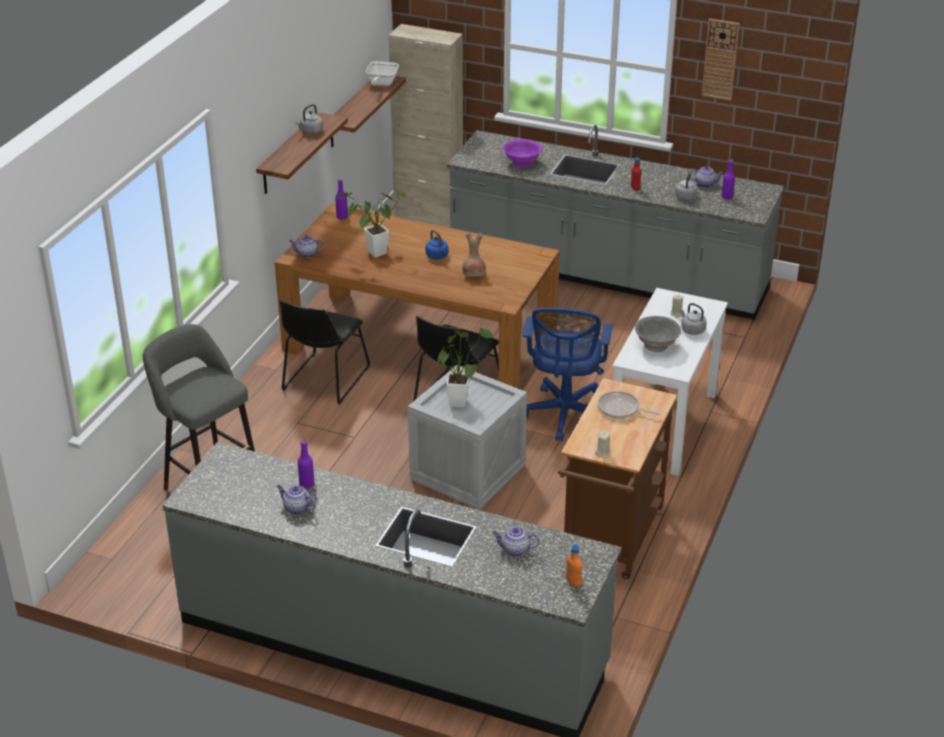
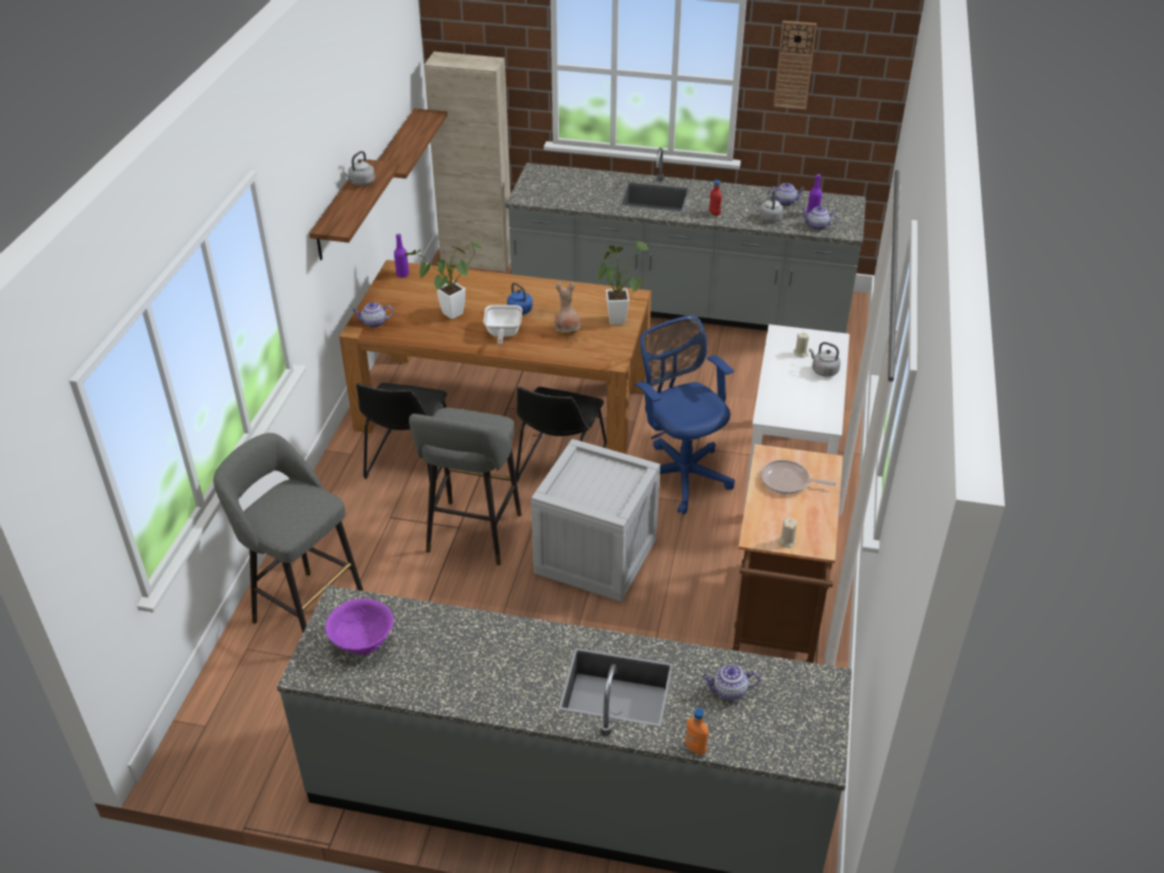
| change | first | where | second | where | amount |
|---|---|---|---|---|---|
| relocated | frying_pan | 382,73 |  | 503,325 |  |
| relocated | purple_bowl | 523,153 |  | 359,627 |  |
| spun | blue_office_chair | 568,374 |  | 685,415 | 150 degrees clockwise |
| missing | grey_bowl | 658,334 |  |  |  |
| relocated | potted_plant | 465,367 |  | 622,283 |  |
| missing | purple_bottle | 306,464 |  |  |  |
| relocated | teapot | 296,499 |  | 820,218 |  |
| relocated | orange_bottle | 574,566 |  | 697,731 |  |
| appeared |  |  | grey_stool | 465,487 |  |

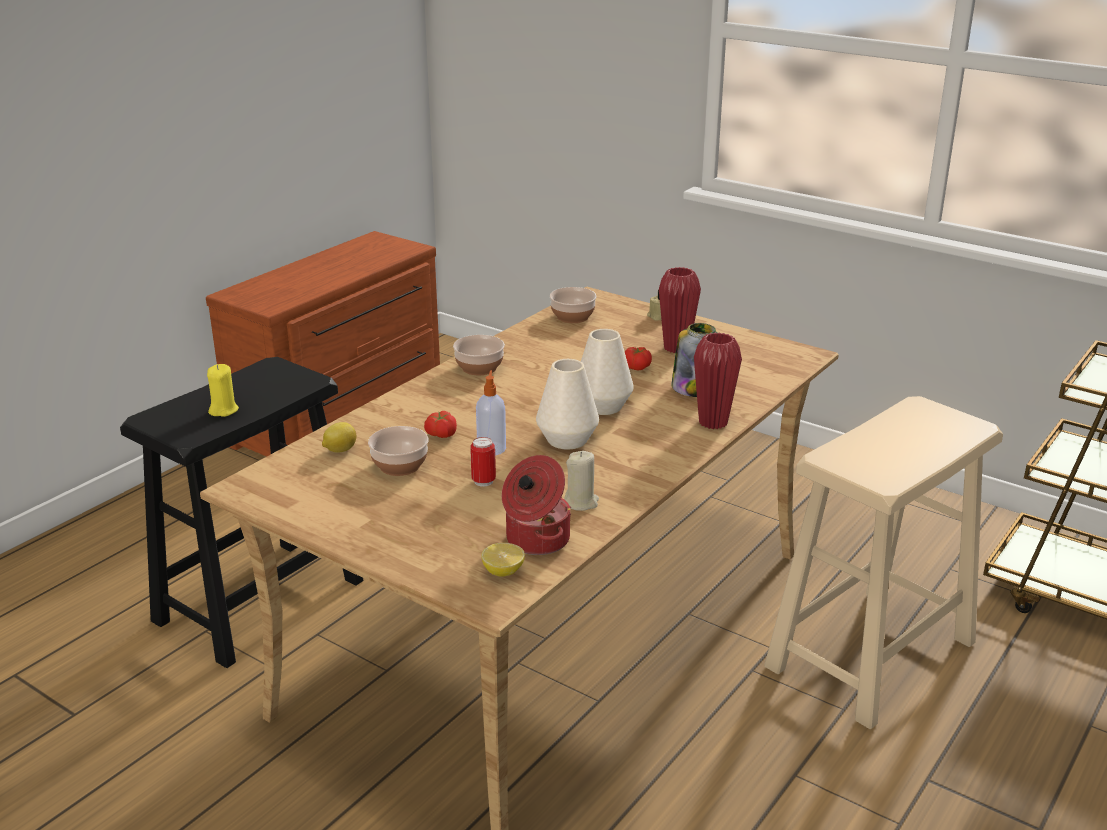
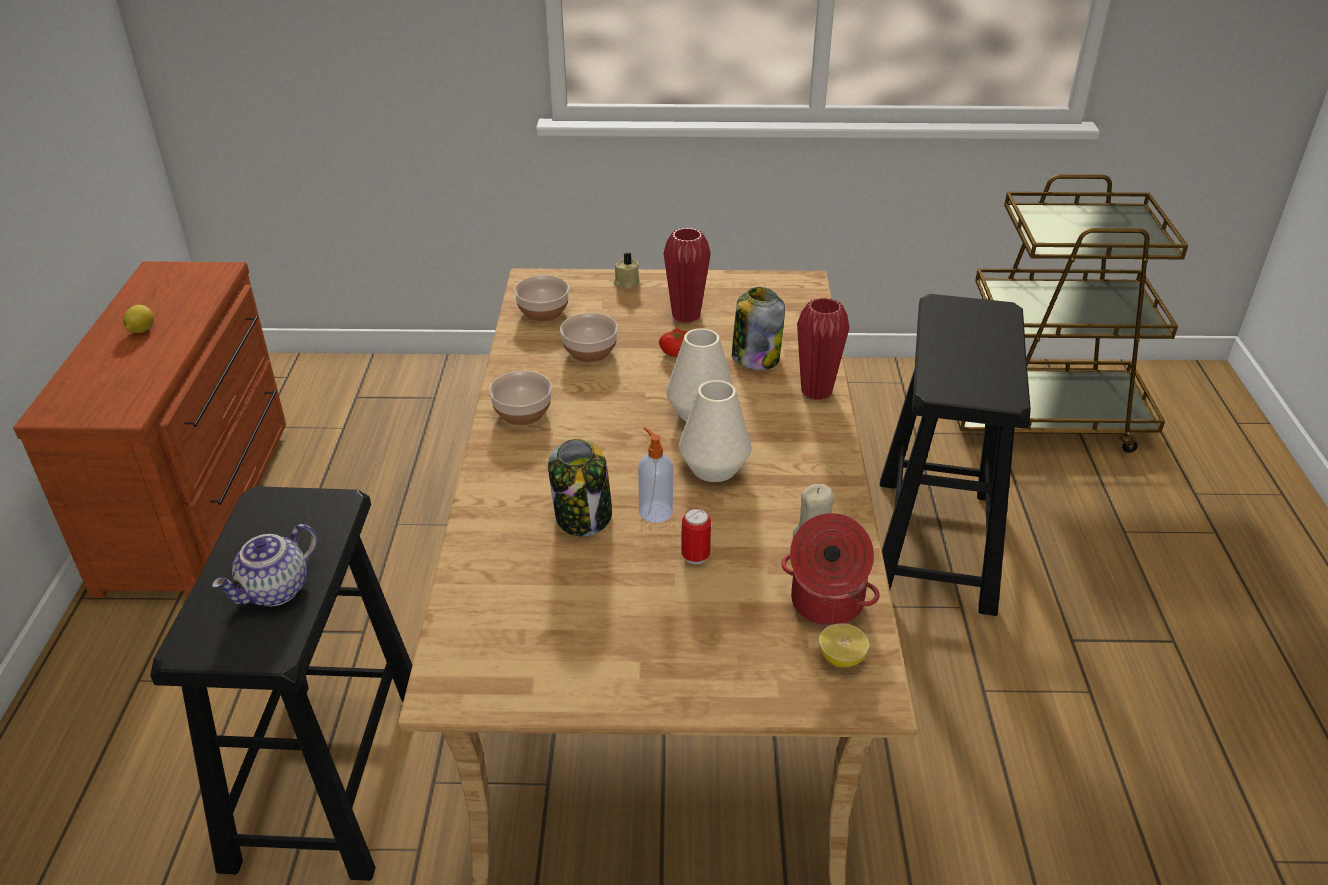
| change | first | where | second | where | amount |
|---|---|---|---|---|---|
| exchanged | yellow_candle | 223,390 | teapot | 264,565 |  |
| colour | beige_stool | 883,562 | black_stool | 955,455 |  |
| exchanged | tomato | 440,424 | jar | 580,487 |  |
| relocated | lemon | 339,437 |  | 138,319 |  |
| relocated | bowl | 398,451 |  | 589,337 |  |

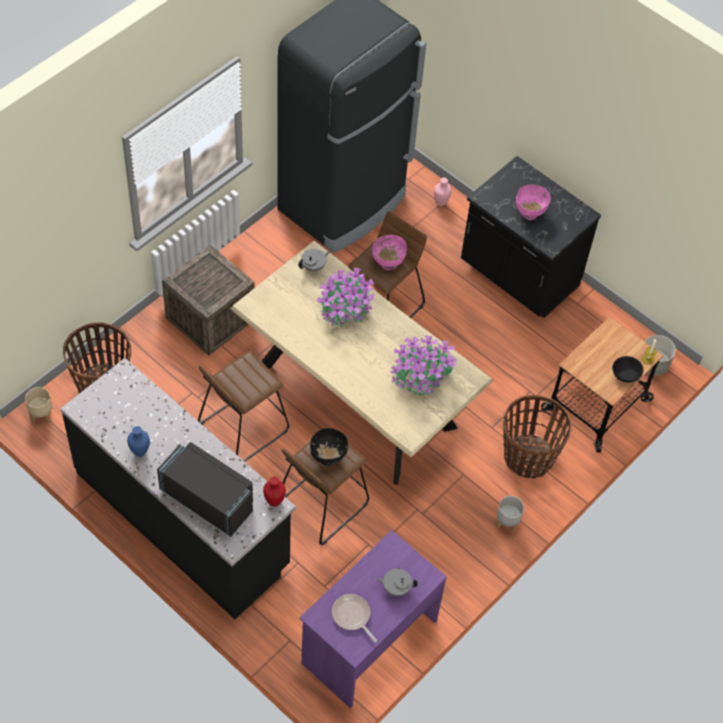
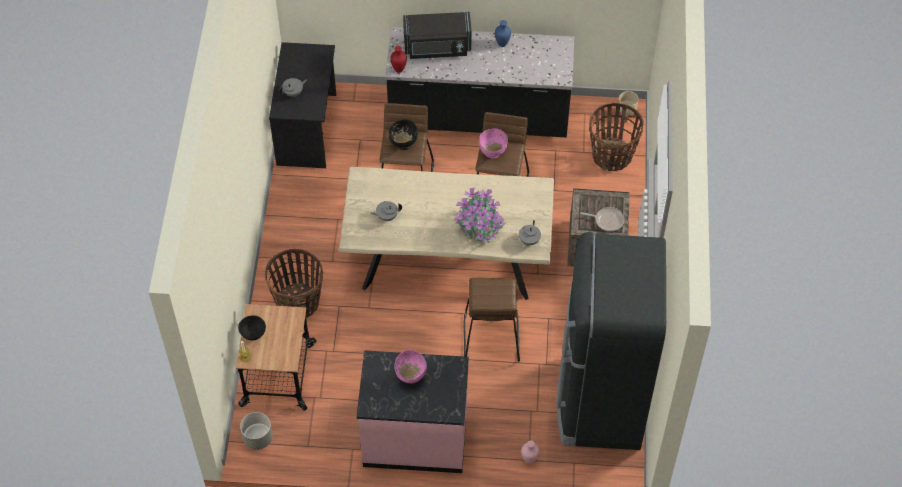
| change | first | where | second | where | amount |
|---|---|---|---|---|---|
| colour | black_counter | 531,237 | pink_counter | 413,411 |  |
| relocated | pink_bowl | 389,252 |  | 493,143 |  |
| exchanged | potted_plant | 423,365 | grey_teapot | 386,211 |  |
| missing | grey_planter | 510,514 |  |  |  |
| colour | purple_desk | 373,619 | black_desk | 302,105 |  |
| relocated | frying_pan | 354,618 |  | 602,219 |  |

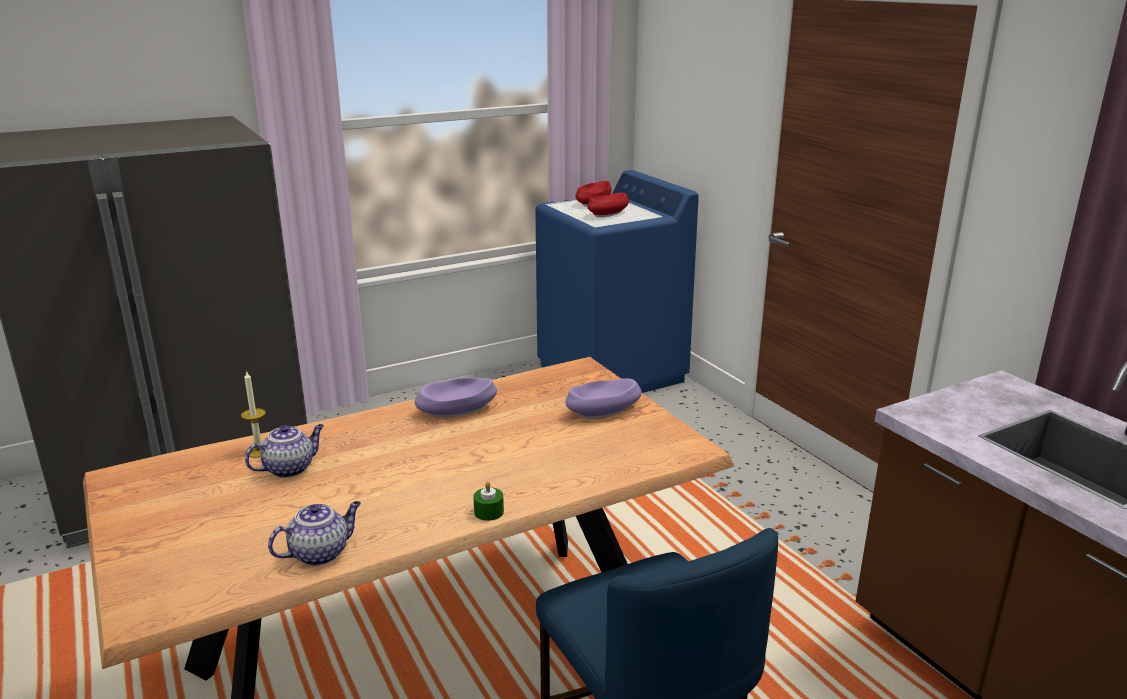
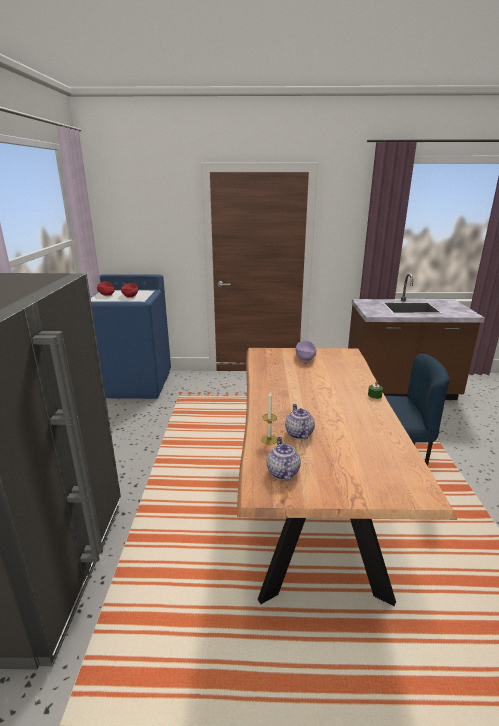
| change | first | where | second | where | amount |
|---|---|---|---|---|---|
| missing | purple_bowl | 456,397 |  |  |  |
| relocated | teapot | 314,533 |  | 284,459 |  |

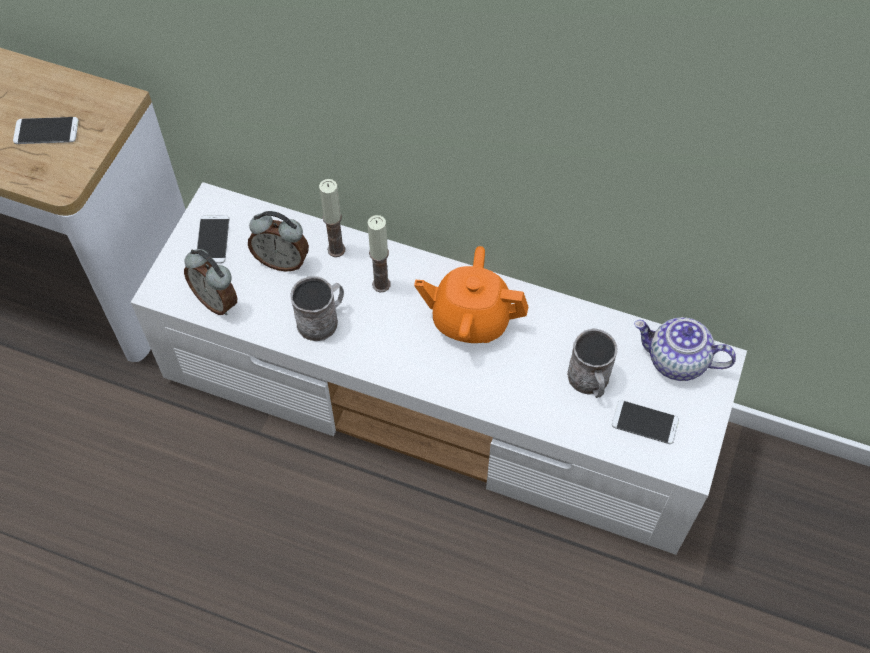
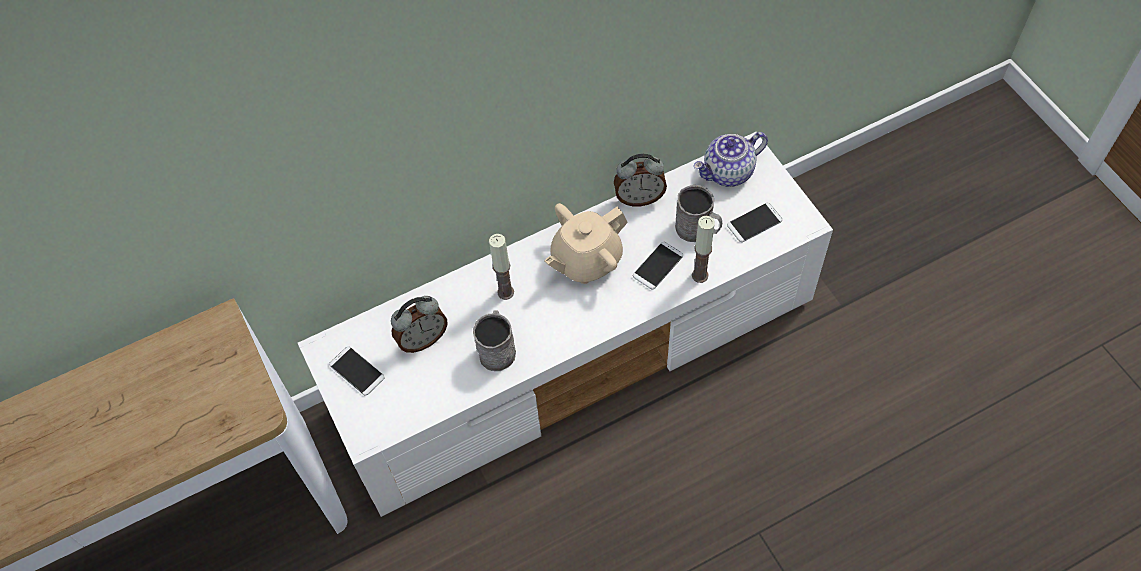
| change | first | where | second | where | amount |
|---|---|---|---|---|---|
| relocated | phone | 46,130 |  | 658,266 |  |
| relocated | candle | 332,218 |  | 703,249 |  |
| colour | orange_teapot | 471,294 | beige_teapot | 586,243 |  |
| relocated | alarm_clock | 210,282 |  | 640,180 |  |

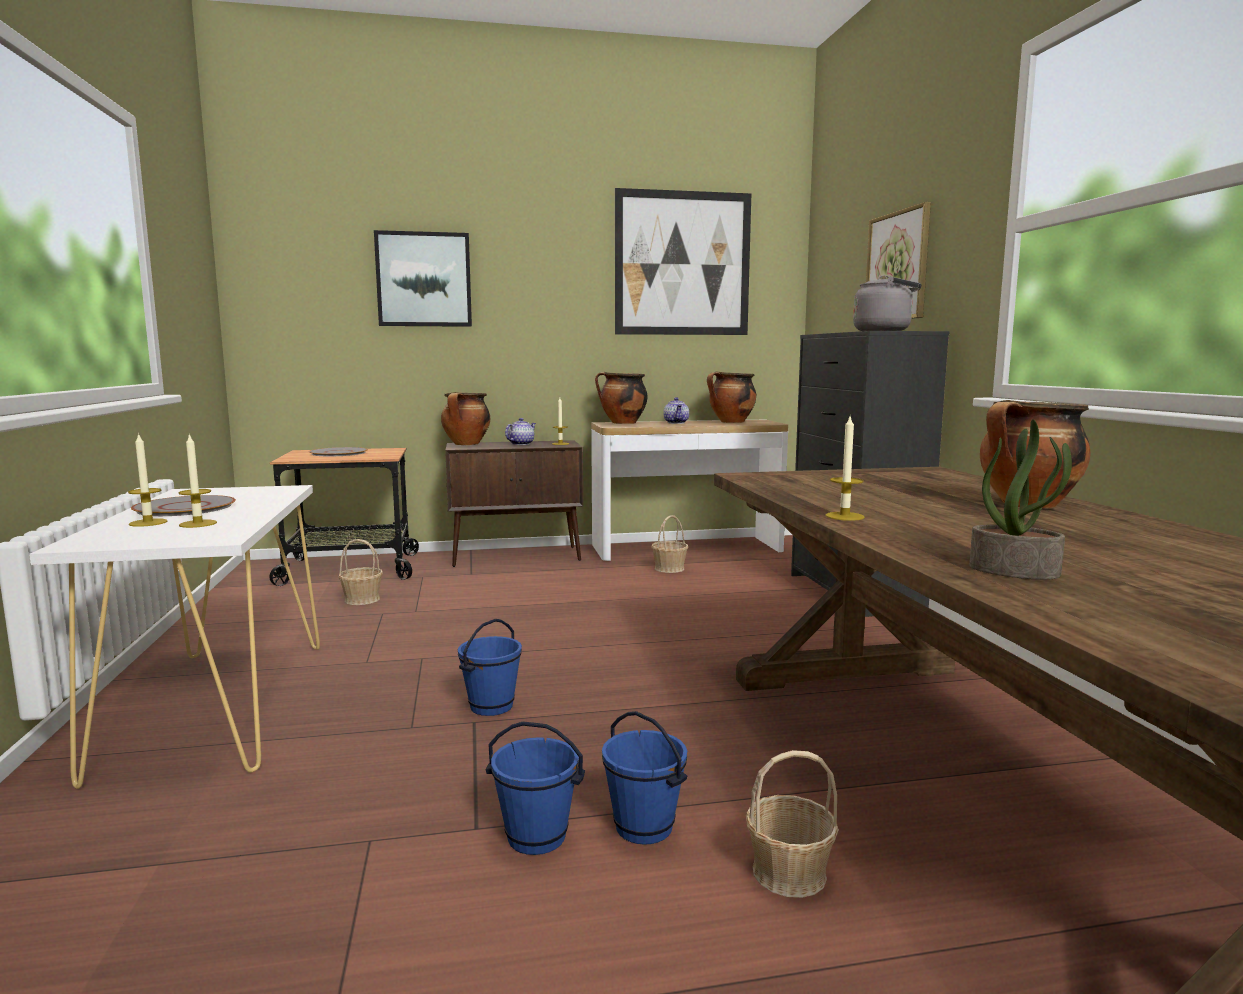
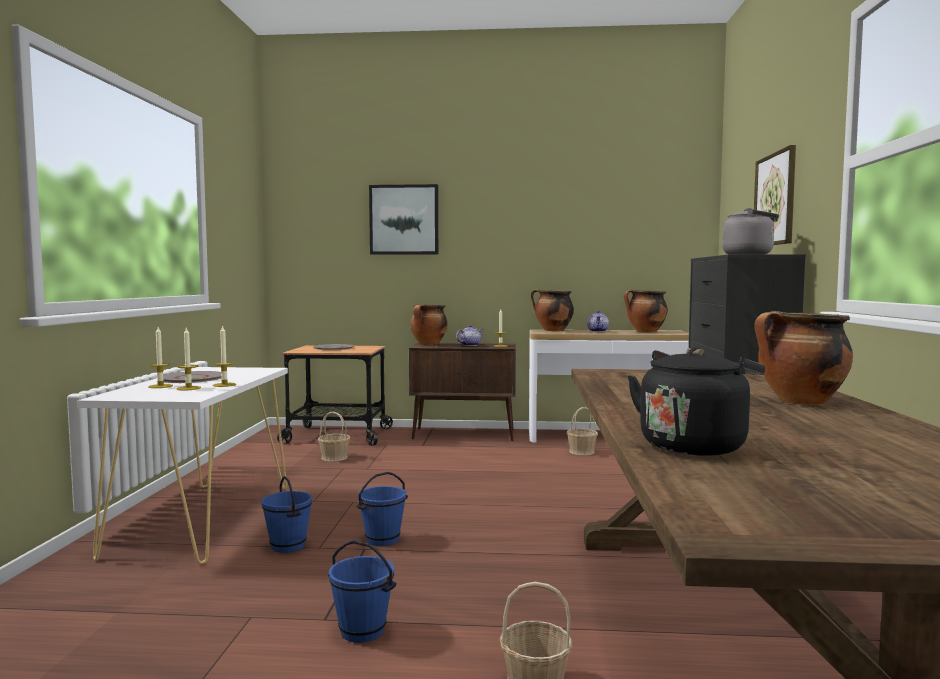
| change | first | where | second | where | amount |
|---|---|---|---|---|---|
| missing | picture | 683,261 |  |  |  |
| relocated | candle | 845,469 |  | 224,356 |  |
| exchanged | potted_plant | 1020,499 | black_kettle | 696,401 |  |
| relocated | blue_bucket | 644,778 |  | 286,514 |  |

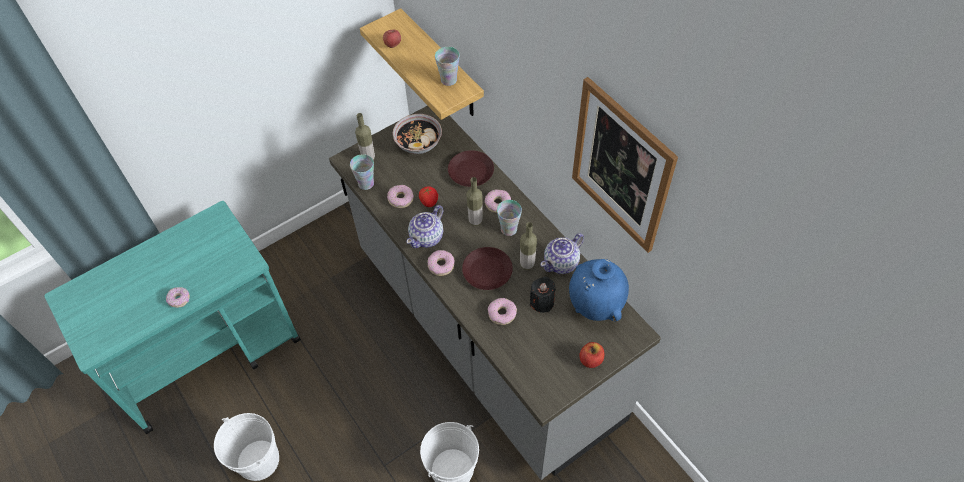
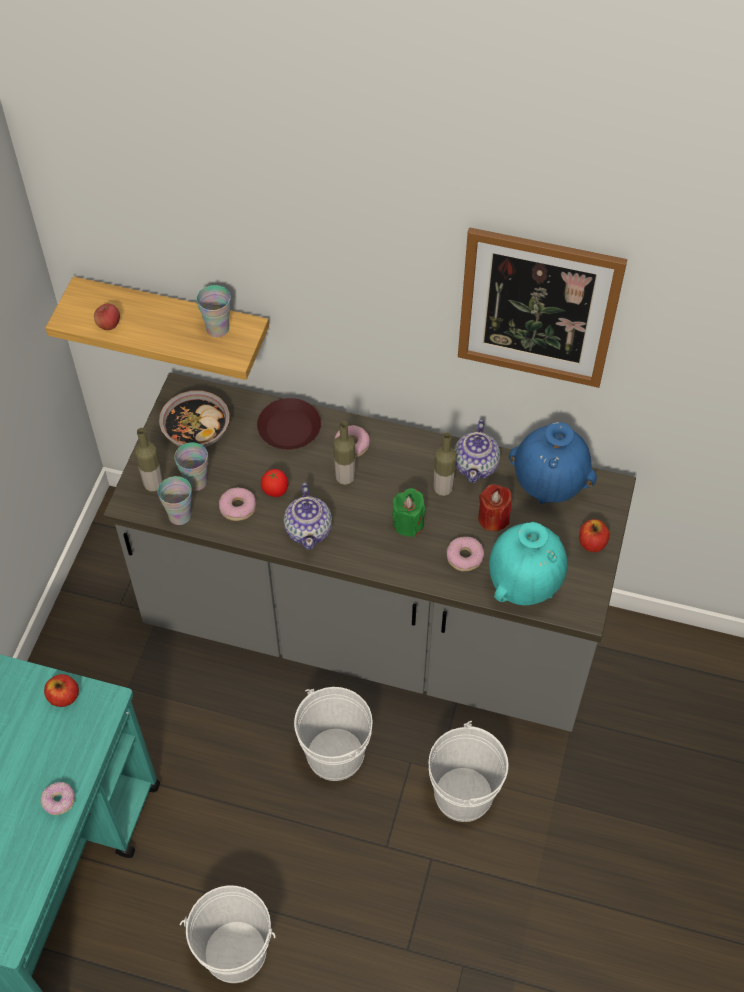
| change | first | where | second | where | amount |
|---|---|---|---|---|---|
| relocated | cup | 509,218 |  | 191,466 |  |
| exchanged | brown_plate | 487,268 | green_candle | 408,512 |  |
| missing | donut | 441,263 |  |  |  |
| colour | black_candle | 543,295 | red_candle | 495,507 |  |
| appeared |  |  | turquoise_vase | 528,563 |  |
| appeared |  |  | apple | 61,690 |  |
| appeared |  |  | white_bucket | 333,734 |  |

